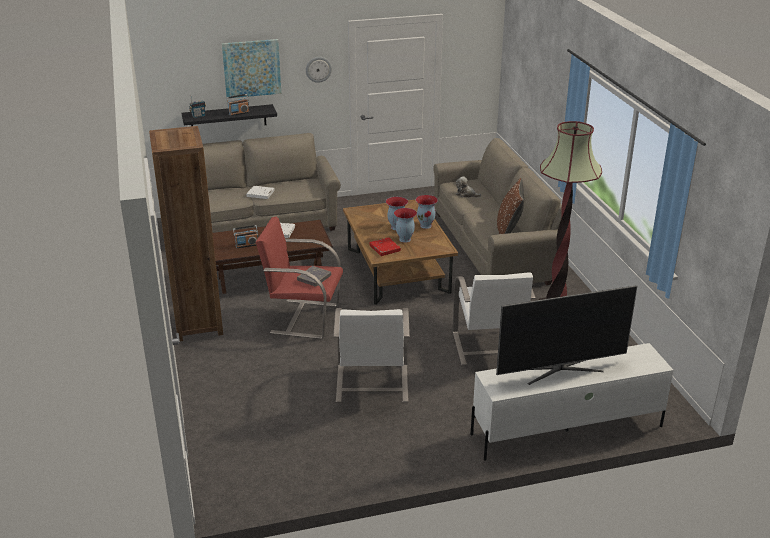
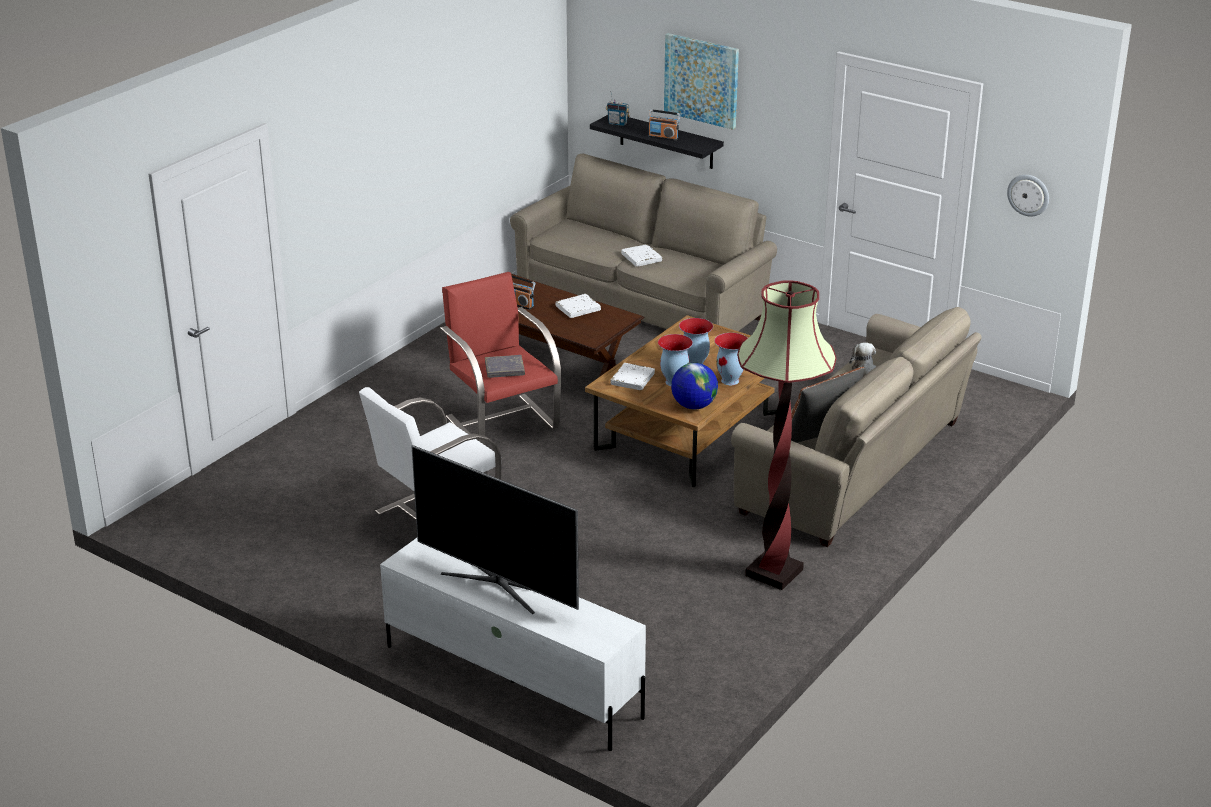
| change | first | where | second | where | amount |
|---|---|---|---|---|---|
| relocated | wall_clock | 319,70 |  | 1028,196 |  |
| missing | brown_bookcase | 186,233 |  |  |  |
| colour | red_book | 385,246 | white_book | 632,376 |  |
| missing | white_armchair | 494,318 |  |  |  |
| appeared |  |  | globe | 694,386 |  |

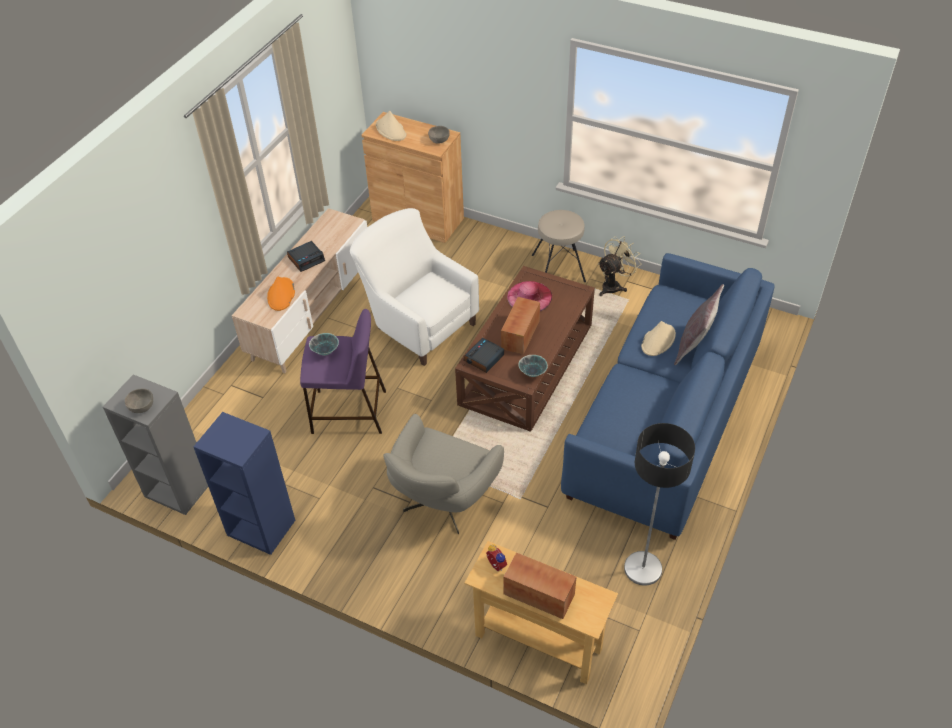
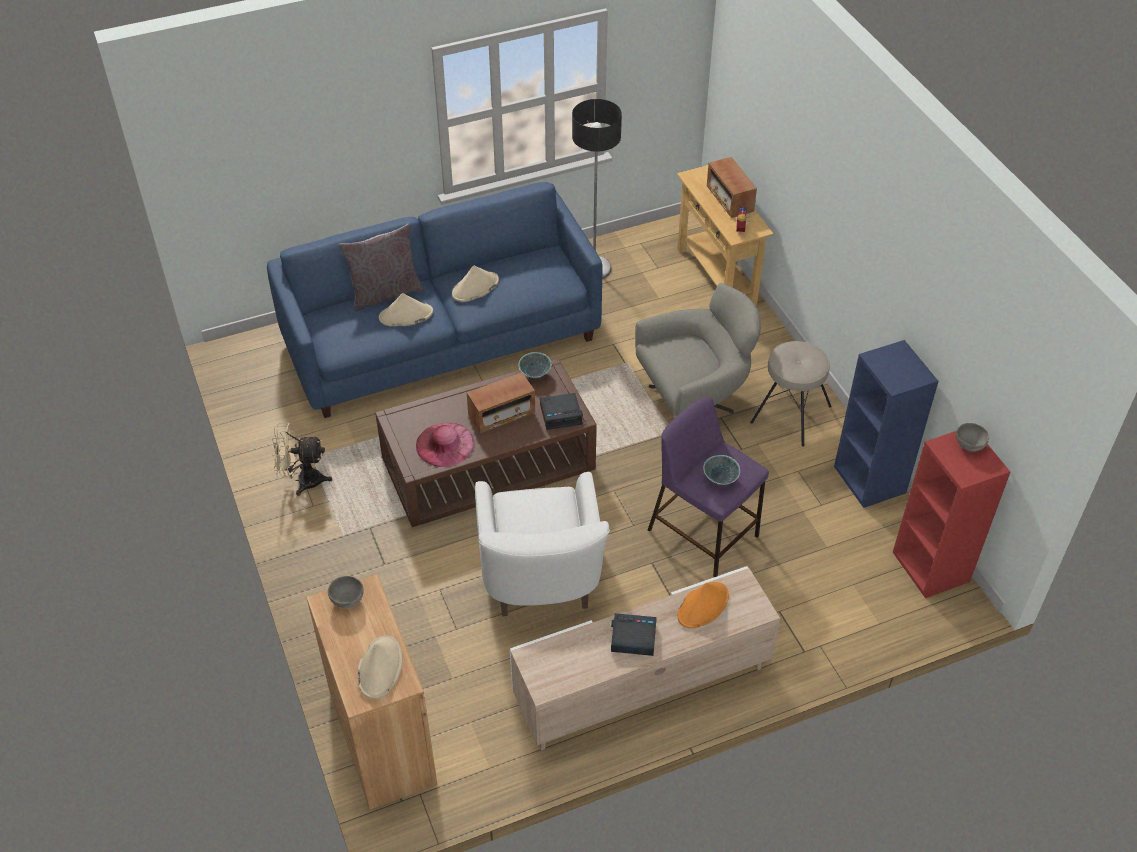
| change | first | where | second | where | amount |
|---|---|---|---|---|---|
| relocated | beige_stool | 559,246 |  | 791,394 |  |
| colour | grey_bookcase | 155,444 | red_bookcase | 951,514 |  |
| appeared |  |  | beige_hat | 475,284 |  |

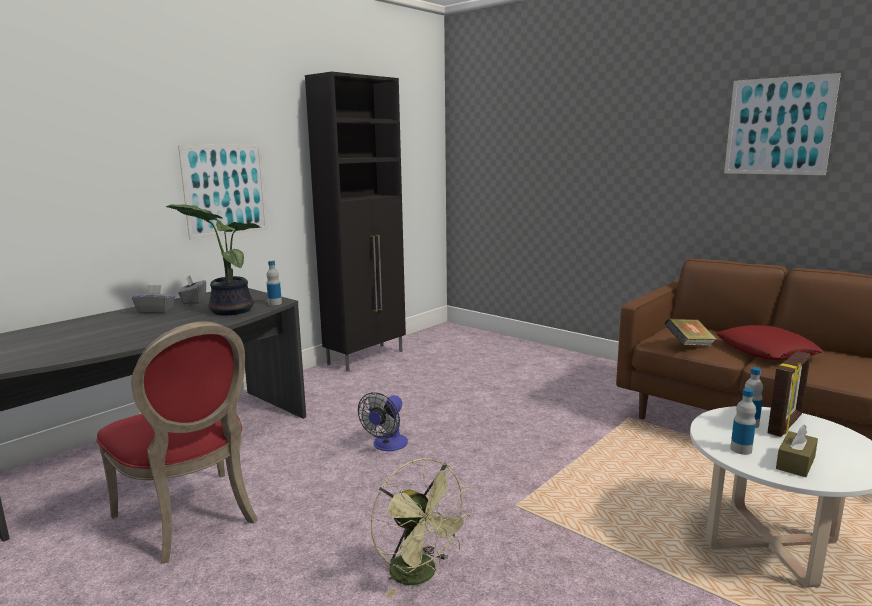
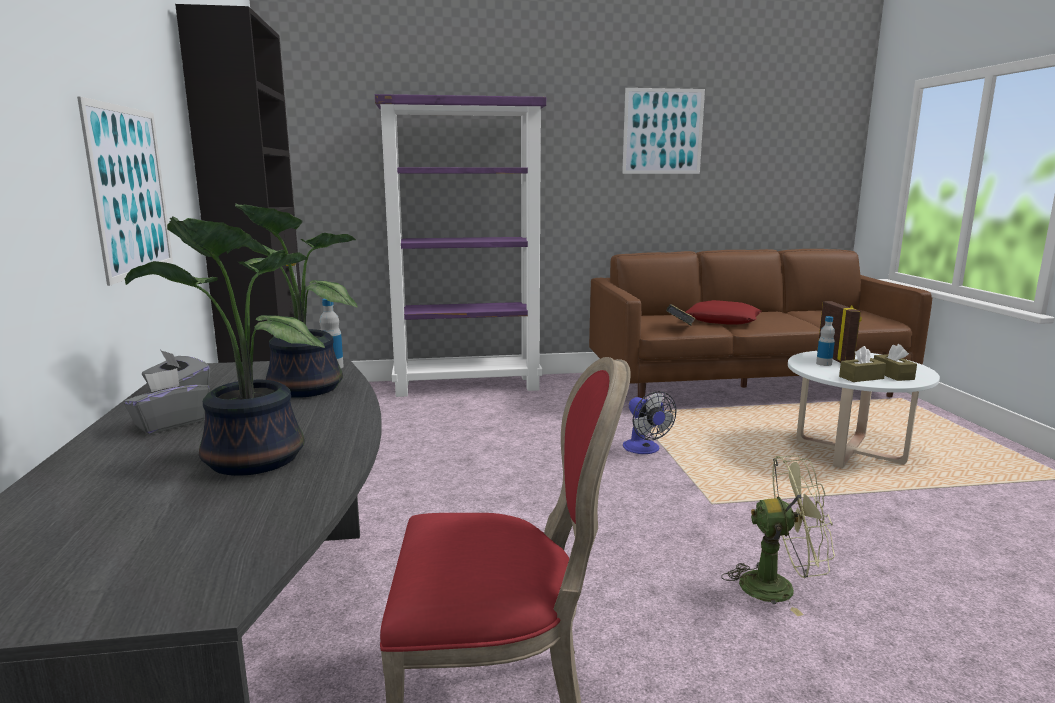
| change | first | where | second | where | amount |
|---|---|---|---|---|---|
| exchanged | bottle | 743,421 | brown_tissue_box | 862,364 |  |
| relocated | fan | 383,421 |  | 650,422 |  |
| appeared |  |  | purple_bookcase | 460,245 |  |
| appeared |  |  | potted_plant | 225,346 |  |

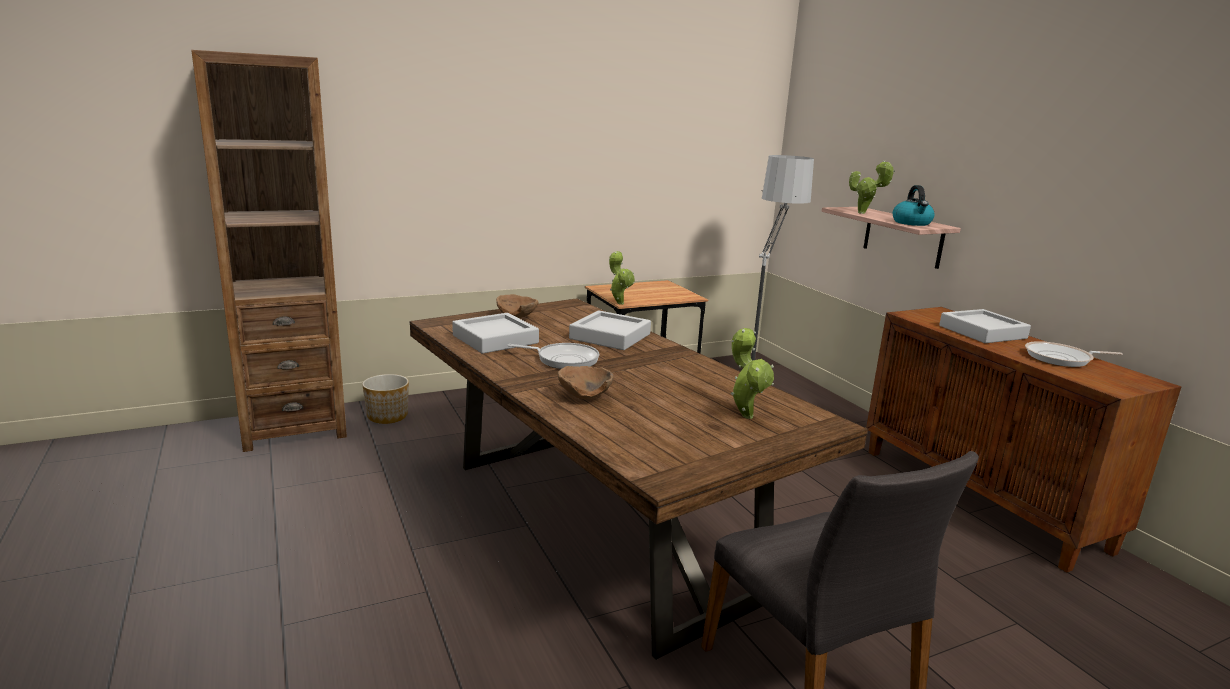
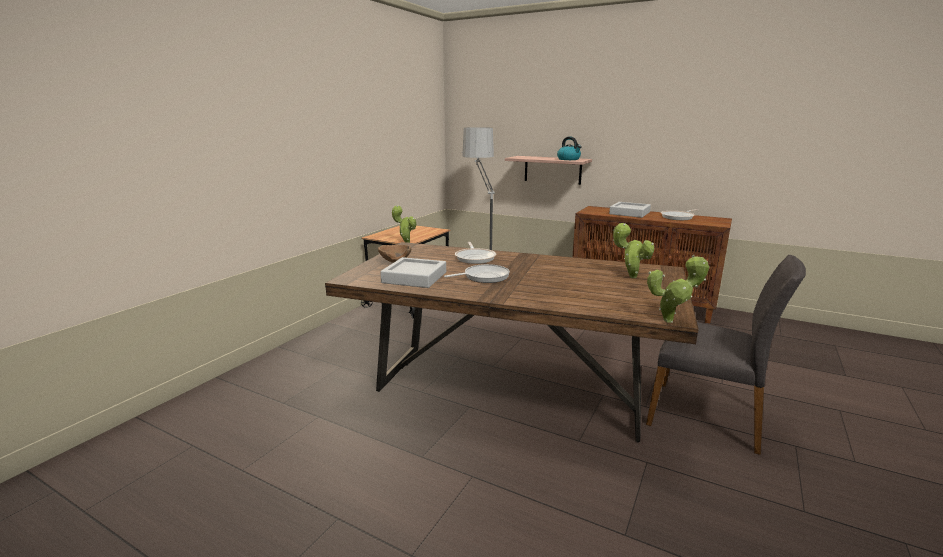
| change | first | where | second | where | amount |
|---|---|---|---|---|---|
| missing | brown_bookcase | 269,251 |  |  |  |
| relocated | potted_plant | 872,187 |  | 678,289 |  |
| exchanged | grey_tray | 610,330 | frying_pan | 475,253 |  |
| missing | brown_bowl | 586,382 |  |  |  |
| missing | planter | 385,399 |  |  |  |

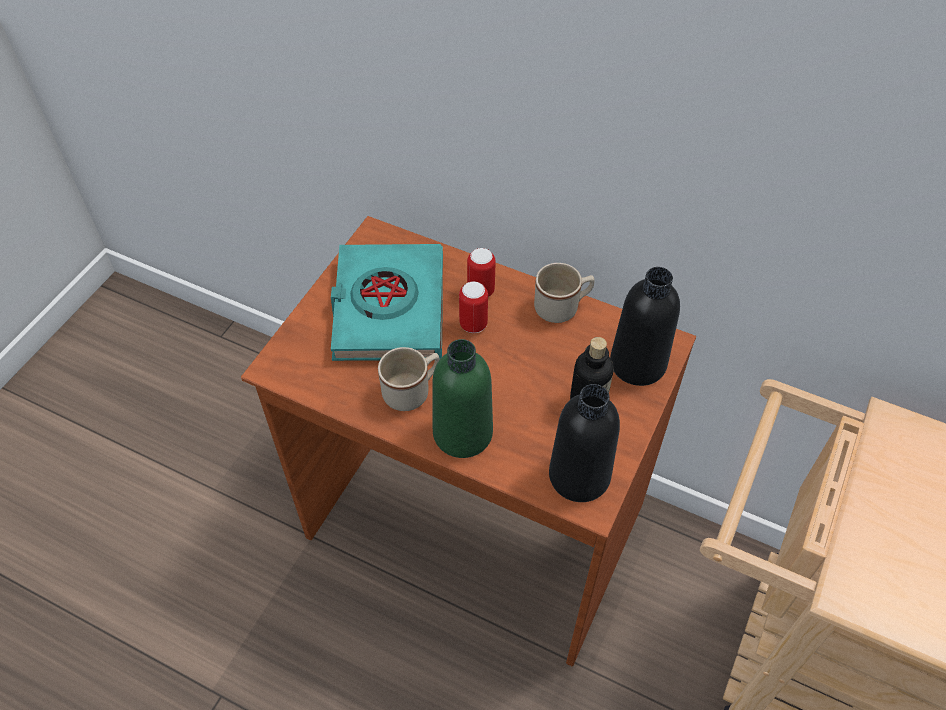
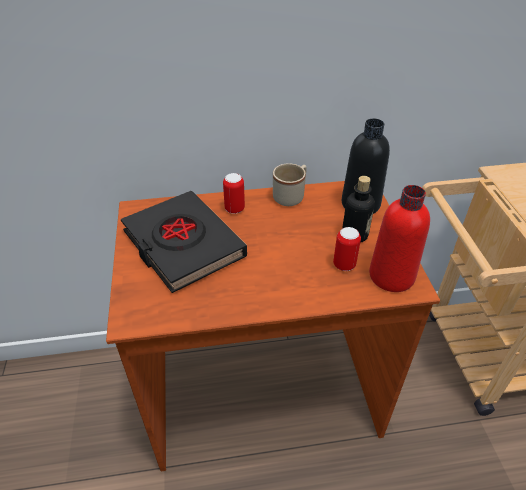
| change | first | where | second | where | amount |
|---|---|---|---|---|---|
| colour | turquoise_book | 387,302 | black_book | 184,242 |  |
| relocated | can | 473,307 |  | 347,249 |  |
| missing | green_bottle | 463,398 |  |  |  |
| missing | beige_mug | 409,379 |  |  |  |
| colour | black_bottle | 584,443 | red_bottle | 399,238 |  |

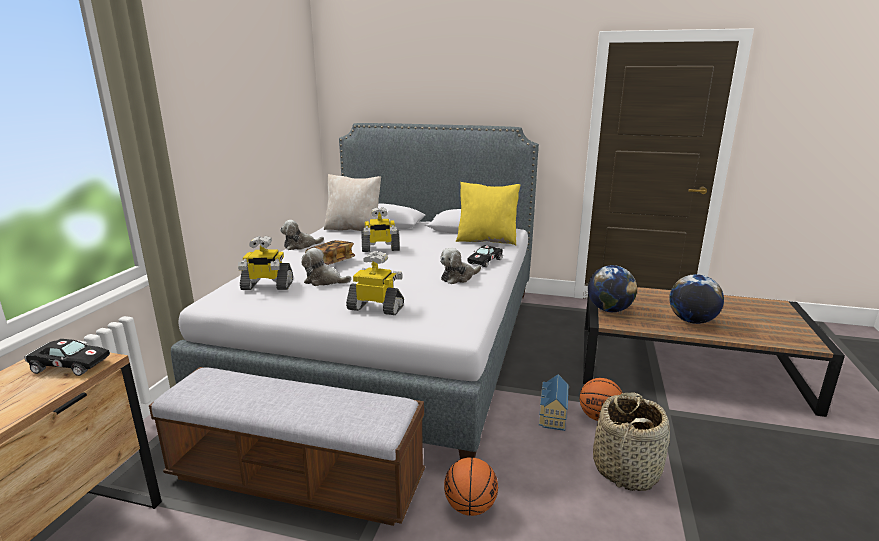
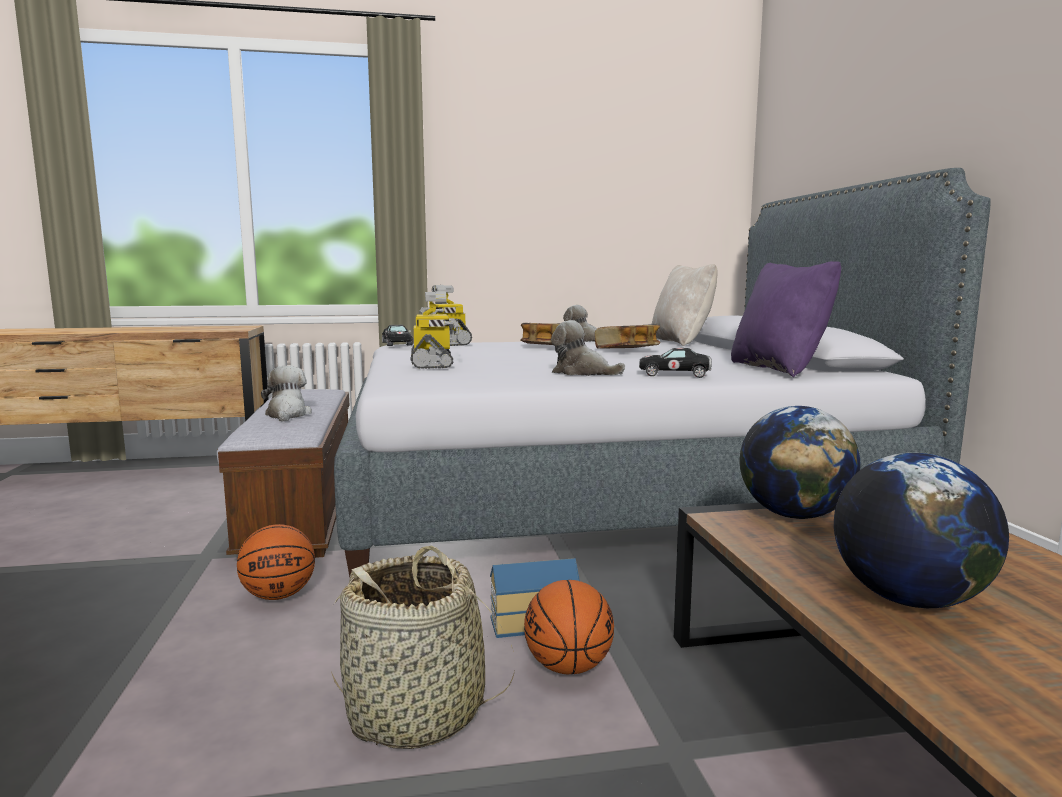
| change | first | where | second | where | amount |
|---|---|---|---|---|---|
| colour | yellow_pillow | 487,213 | purple_pillow | 786,319 |  |
| exchanged | toy_robot | 380,229 | book | 627,337 |  |
| relocated | plush_toy | 326,267 |  | 286,393 |  |
| relocated | black_toy_car | 67,357 |  | 397,335 |  |

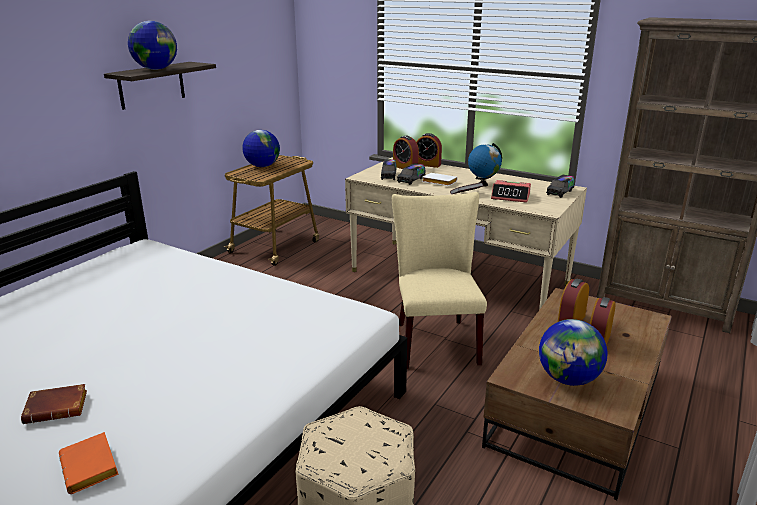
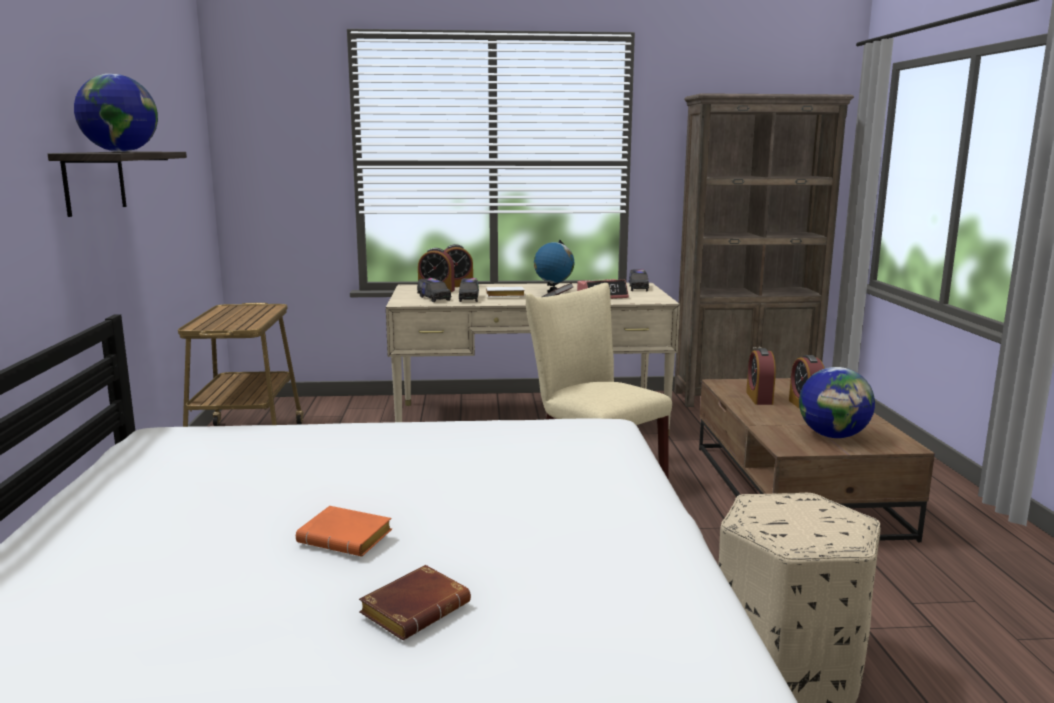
| change | first | where | second | where | amount |
|---|---|---|---|---|---|
| missing | globe | 261,148 |  |  |  |
| relocated | orange_book | 88,463 |  | 344,531 |  |

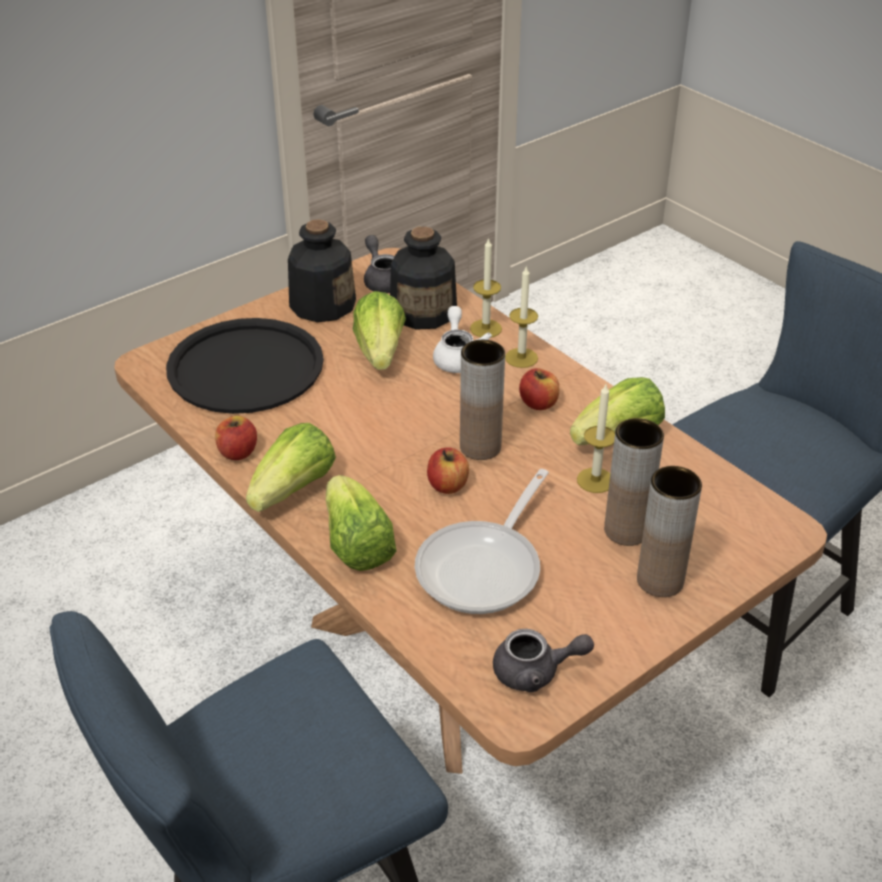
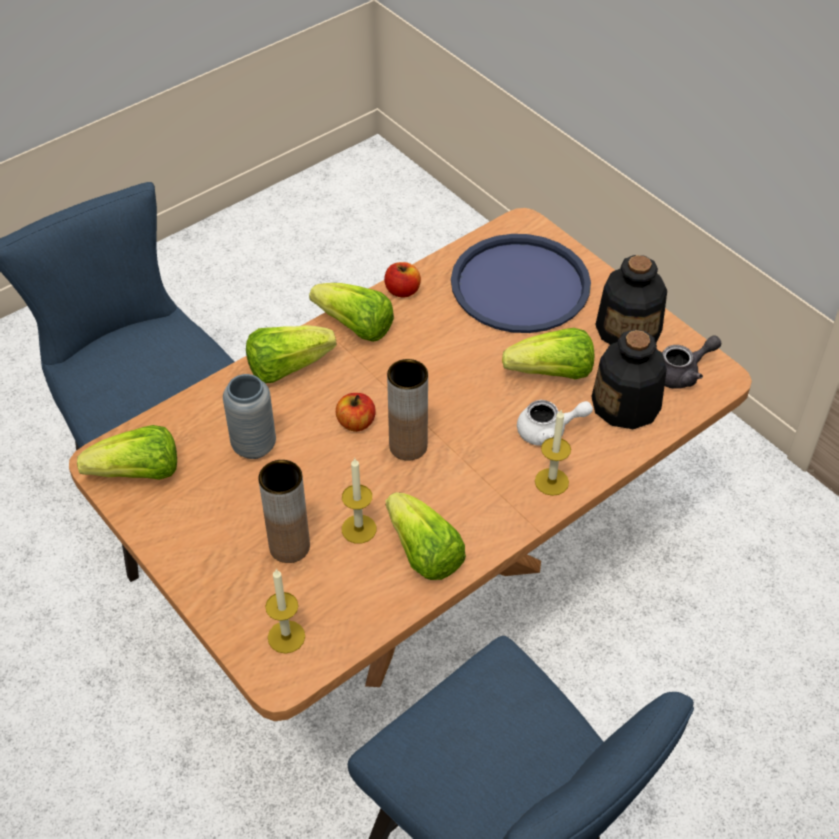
| change | first | where | second | where | amount |
|---|---|---|---|---|---|
| relocated | candle | 486,287 |  | 285,611 |  |
| colour | black_tray | 245,366 | blue_tray | 521,283 |  |
| missing | apple | 539,389 |  |  |  |
| missing | brown_vase | 669,531 |  |  |  |
| exchanged | frying_pan | 482,541 | grey_vase | 249,416 |  |
| exchanged | grey_teapot | 543,660 | lettuce | 127,452 |  |

